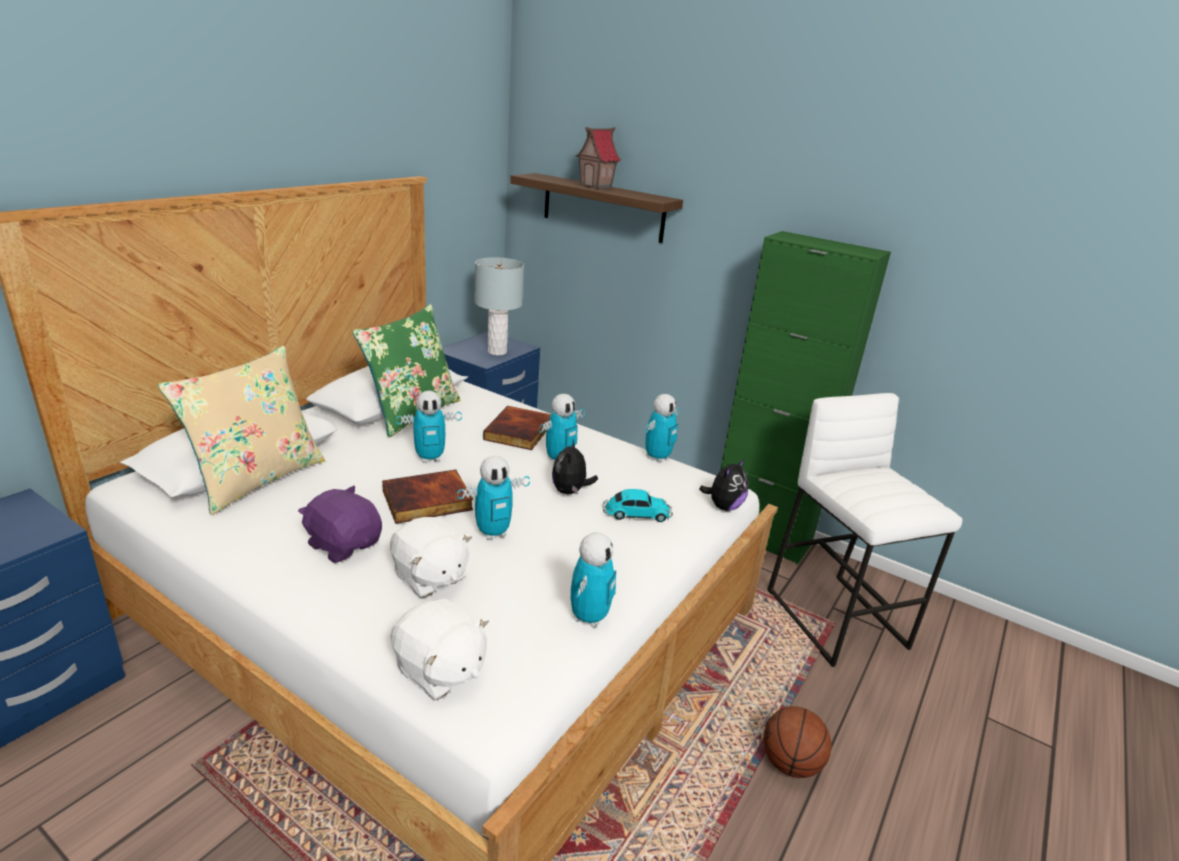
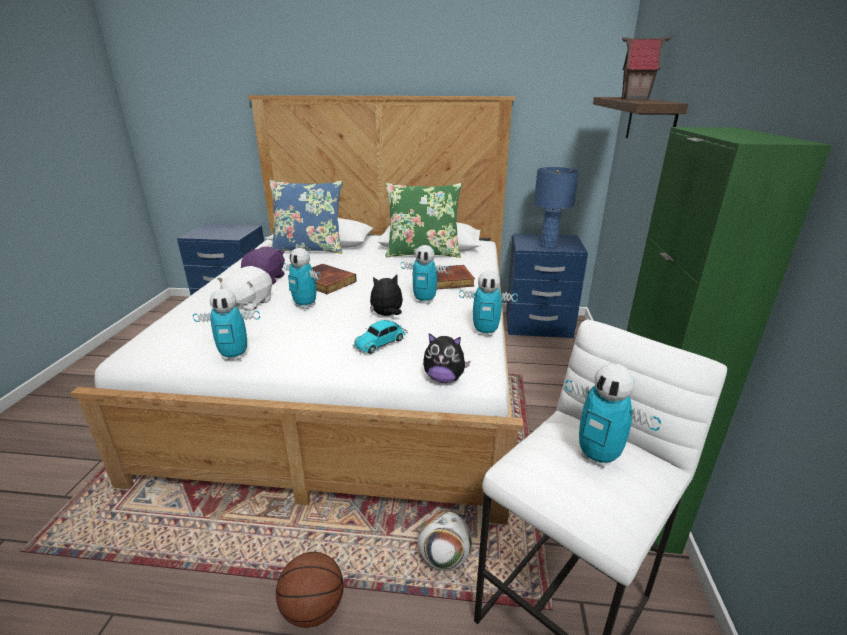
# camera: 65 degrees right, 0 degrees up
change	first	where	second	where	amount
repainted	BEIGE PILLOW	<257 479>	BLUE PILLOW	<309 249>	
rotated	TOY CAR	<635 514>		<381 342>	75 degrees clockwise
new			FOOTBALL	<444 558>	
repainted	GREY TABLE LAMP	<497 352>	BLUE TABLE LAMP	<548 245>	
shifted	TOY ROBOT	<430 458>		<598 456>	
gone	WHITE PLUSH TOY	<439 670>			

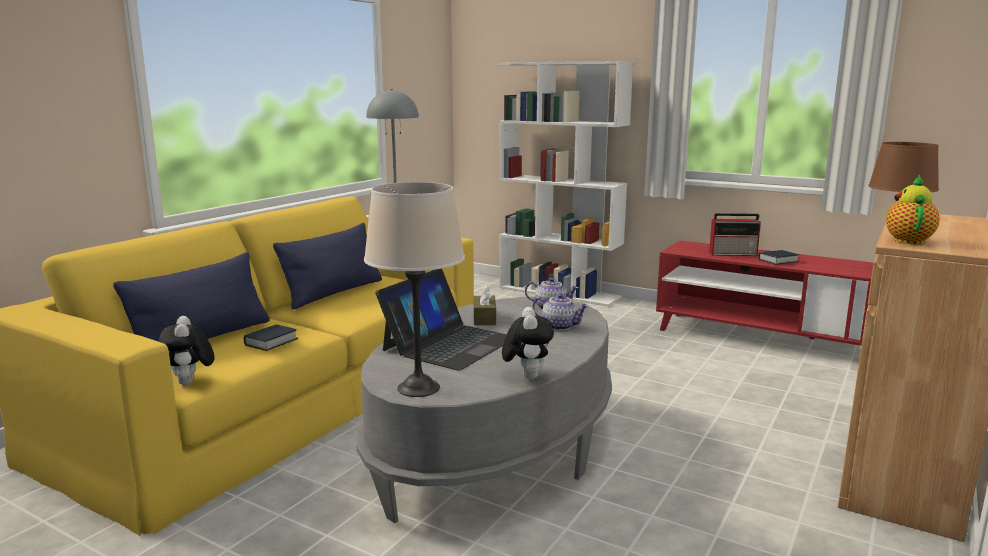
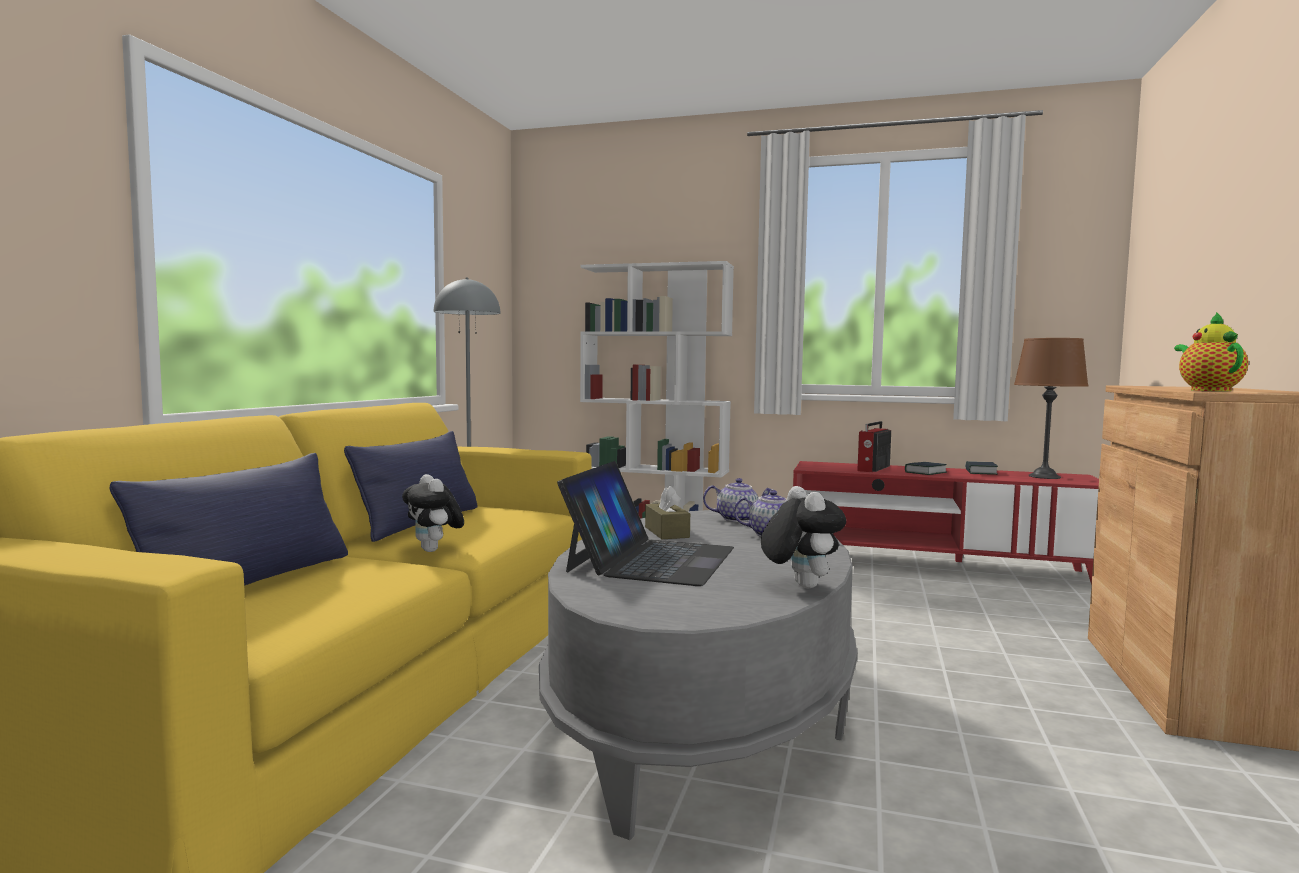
# camera: 15 degrees left, 10 degrees down
change	first	where	second	where	amount
shifted	PLUSH TOY	<190 383>		<434 550>	
rotated	RADIO	<734 254>		<872 469>	135 degrees clockwise
shifted	BOOK	<271 342>		<980 472>	
gone	BEIGE TABLE LAMP	<419 388>			

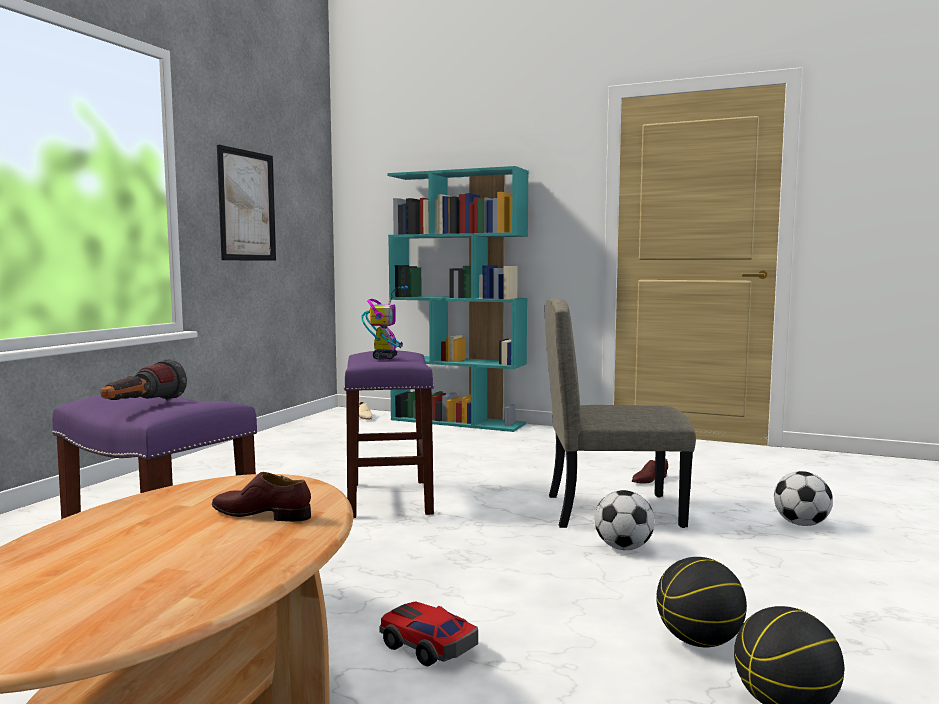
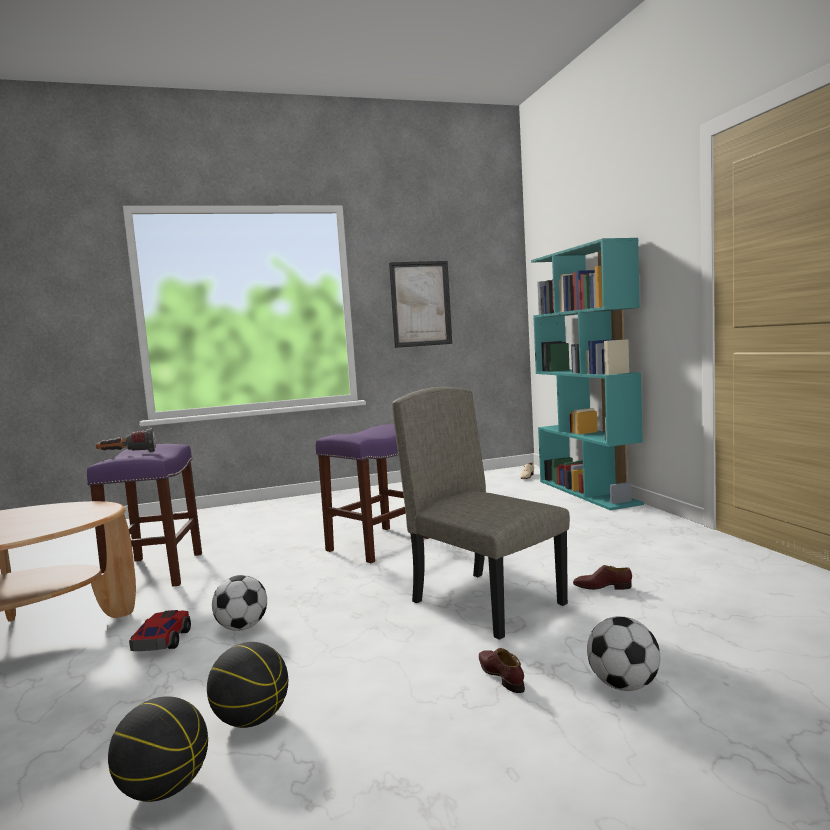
# camera: 50 degrees right, 0 degrees up
change	first	where	second	where	amount
shifted	FOOTBALL	<623 548>		<242 627>	
shifted	BROWN SHOE	<261 514>		<501 675>	
gone	TOY ROBOT	<385 358>			

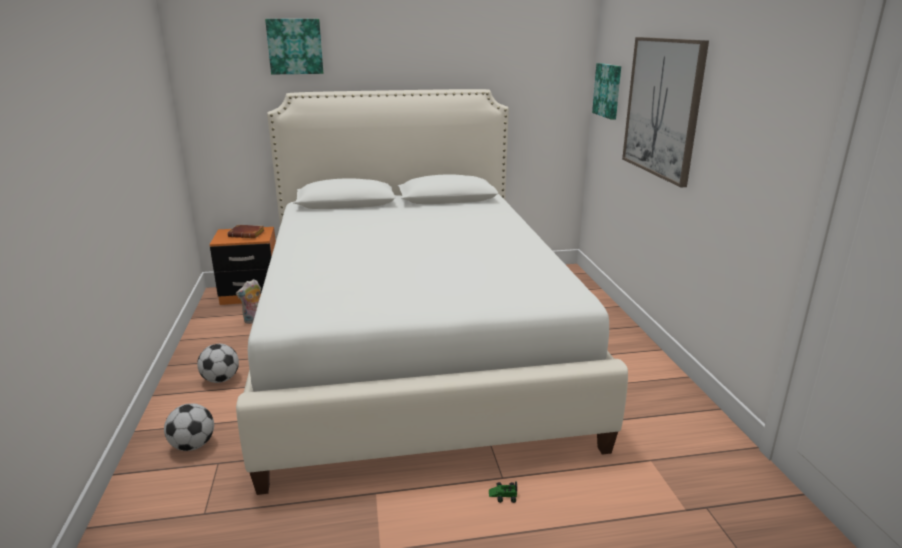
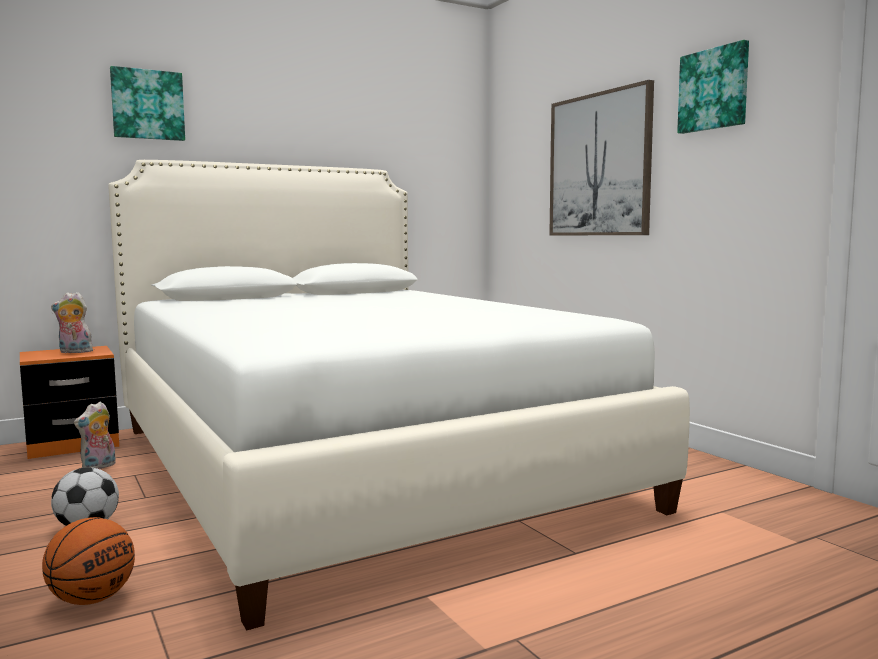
# camera: 20 degrees left, 15 degrees down
change	first	where	second	where	amount
swapped	FOOTBALL	<193 445>	BASKETBALL	<92 599>	
swapped	BROWN BOOK	<248 234>	PLUSH TOY	<74 352>	
shifted	PICTURE	<608 90>		<714 89>	
gone	TOY CAR	<502 494>			

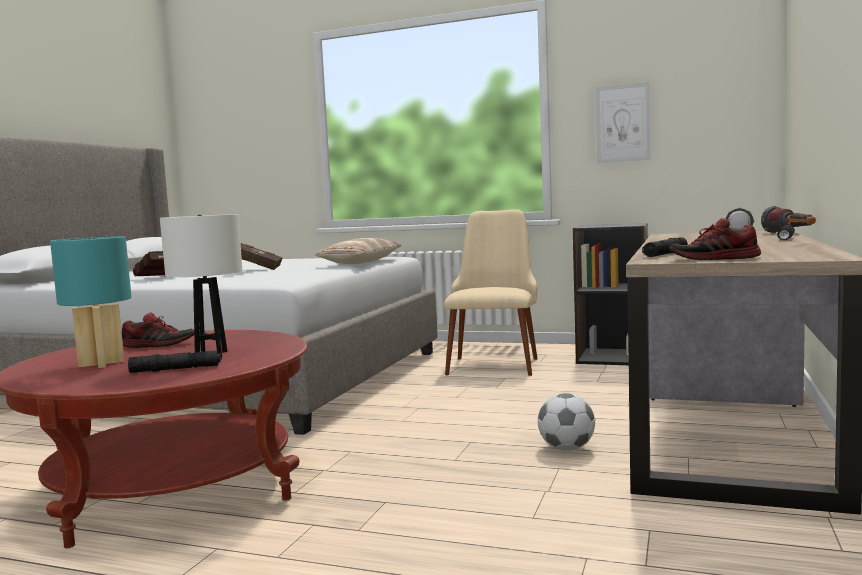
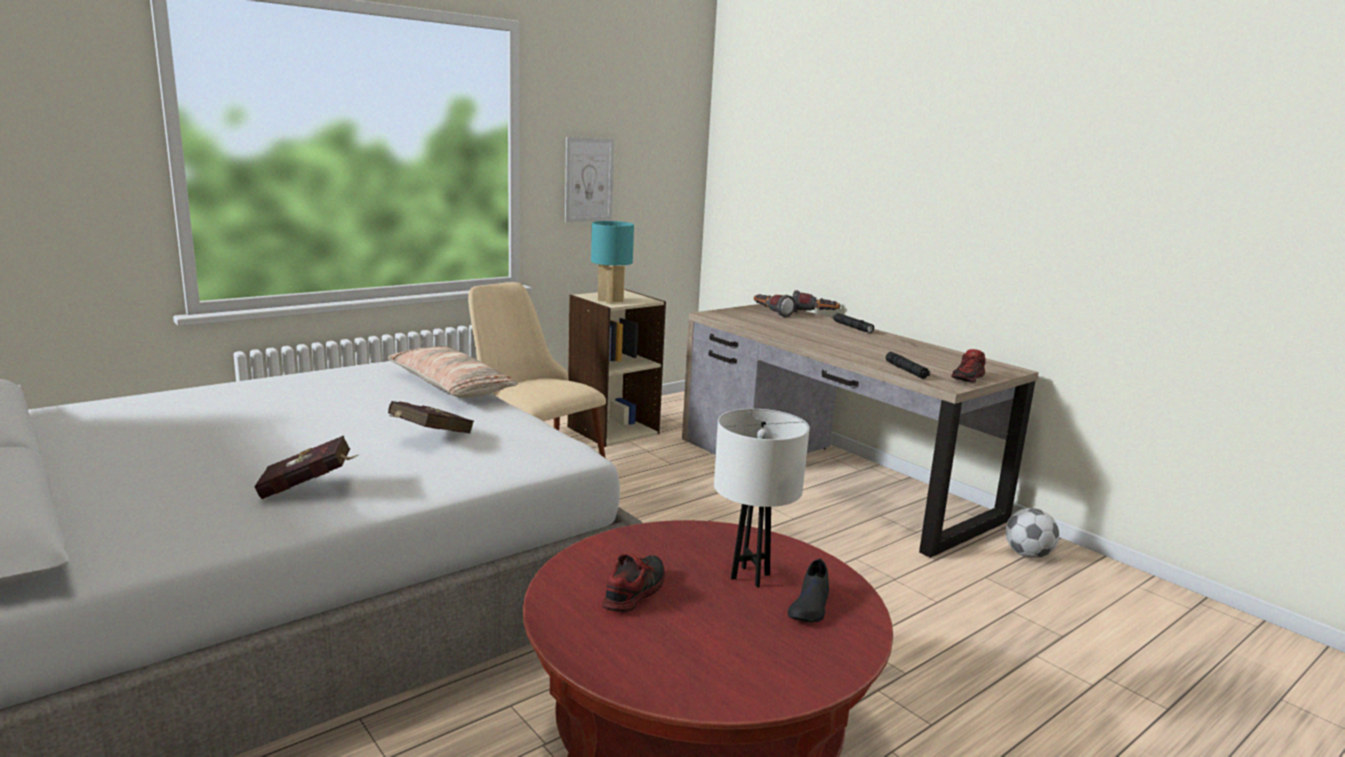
# camera: 60 degrees left, 10 degrees up
change	first	where	second	where	amount
repainted	BLACK BOOKCASE	<613 357>	BEIGE BOOKCASE	<612 430>	
shifted	TURQUOISE TABLE LAMP	<102 363>		<610 300>	
swapped	BLACK FLASHLIGHT	<176 369>	BLACK SHOE	<810 606>	
shifted	FOOTBALL	<566 449>		<1027 555>	

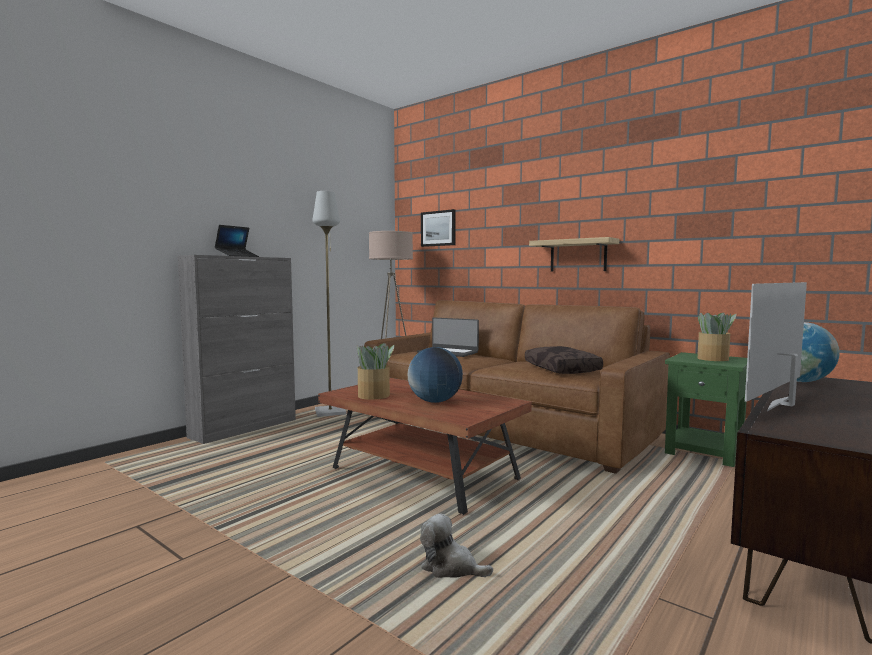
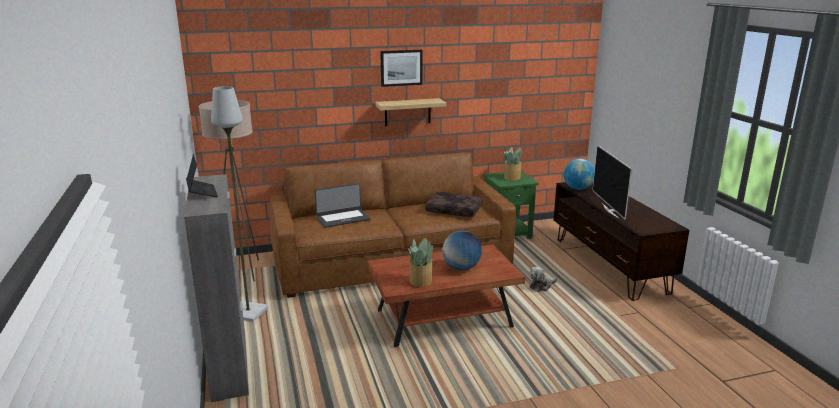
# camera: 55 degrees left, 15 degrees up
change	first	where	second	where	amount
shifted	PICTURE	<438 228>		<401 67>	
shifted	PLUSH TOY	<450 567>		<541 286>	

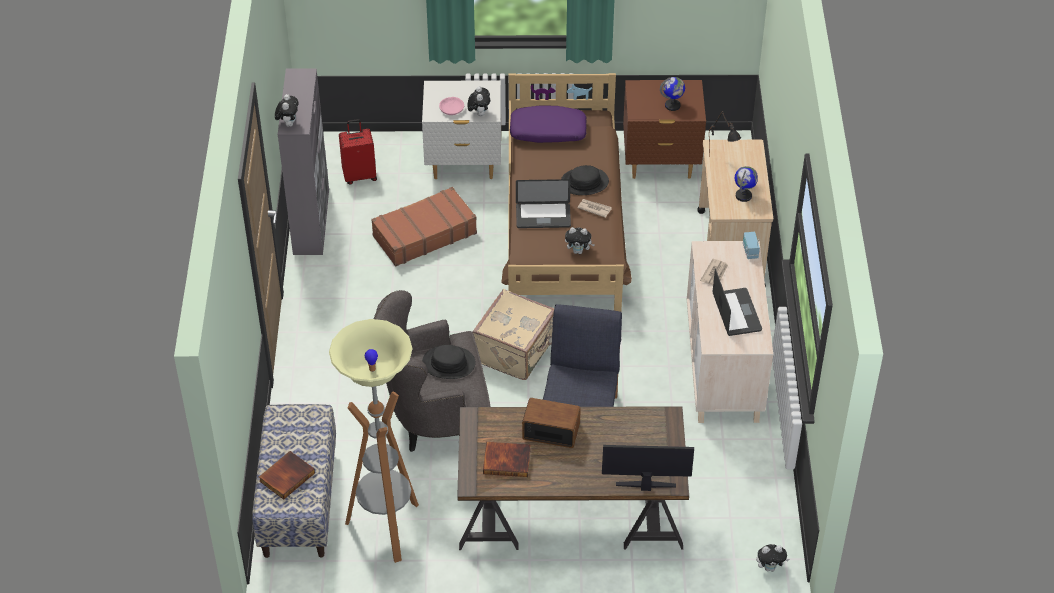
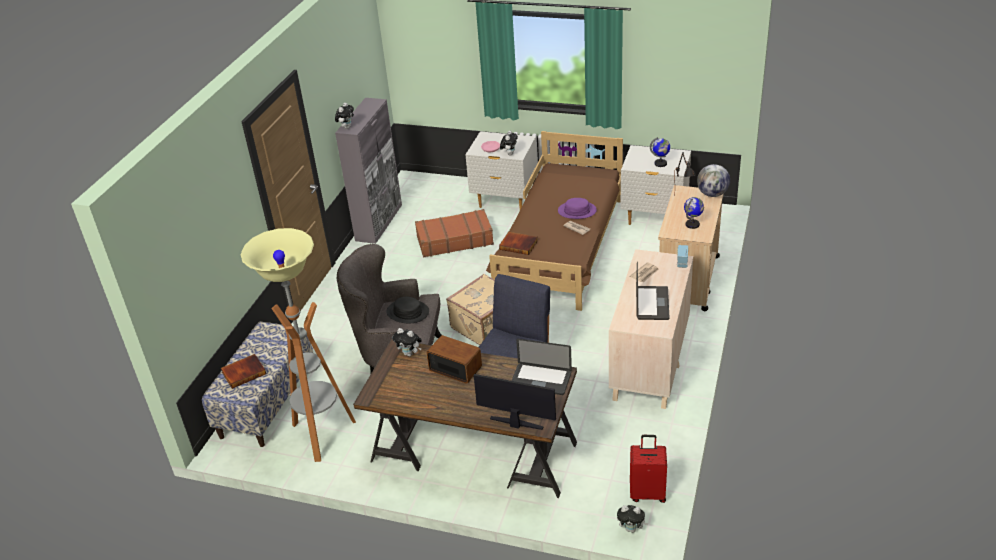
# camera: 20 degrees right, 10 degrees down
change	first	where	second	where	amount
shifted	PLUSH TOY	<578 251>		<410 354>	
shifted	BOOK	<507 460>		<519 245>	
shifted	LAPTOP	<543 216>		<540 380>	
repainted	BLACK HAT	<584 182>	PURPLE HAT	<577 211>	
repainted	BROWN NIGHTSTAND	<660 164>	WHITE NIGHTSTAND	<654 218>	
shifted	RED SUITCASE	<359 175>		<647 493>	
new			GLOBE	<712 194>	
gone	PURPLE PILLOW	<547 132>			

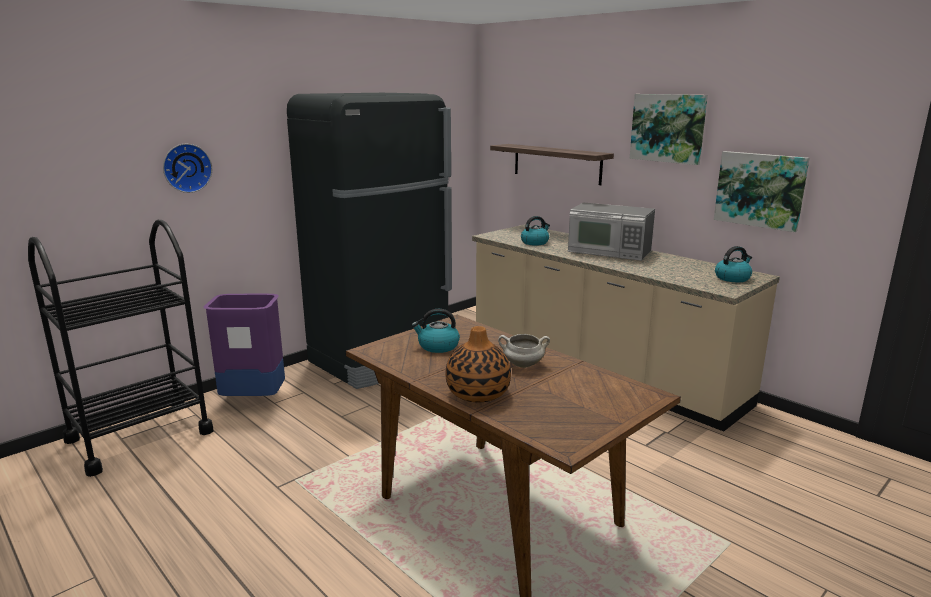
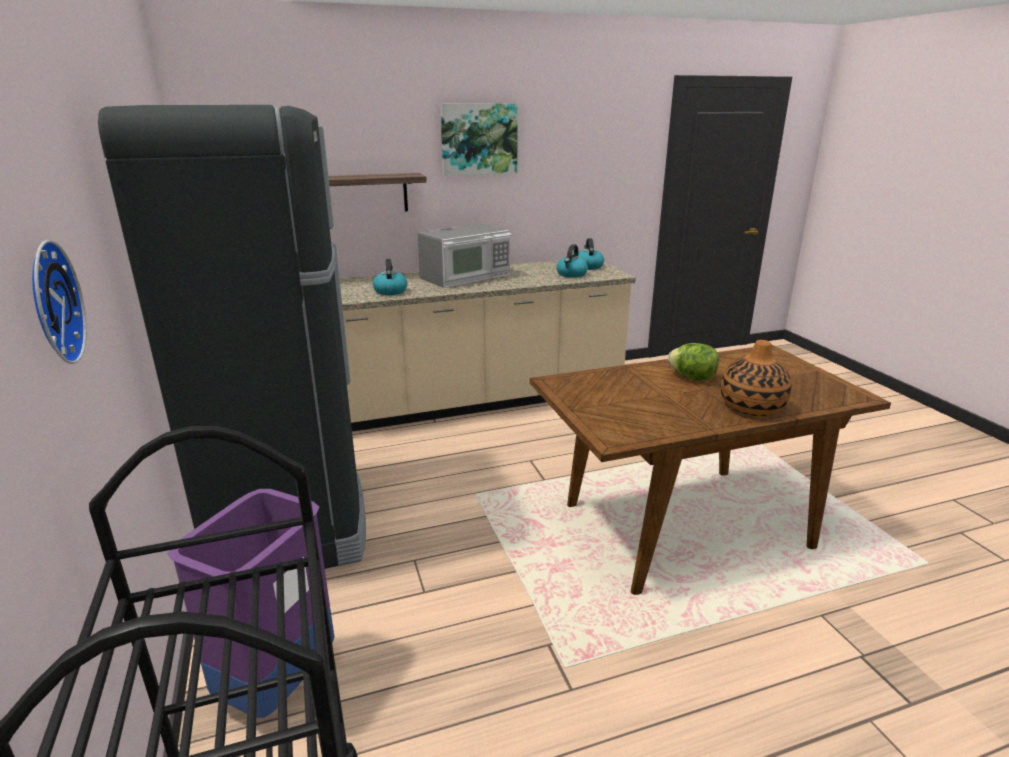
# camera: 65 degrees left, 5 degrees up
change	first	where	second	where	amount
shifted	KETTLE	<437 346>		<571 274>	
swapped	WHITE COOKING POT	<522 365>	LETTUCE	<692 377>	
gone	PICTURE	<760 190>			

